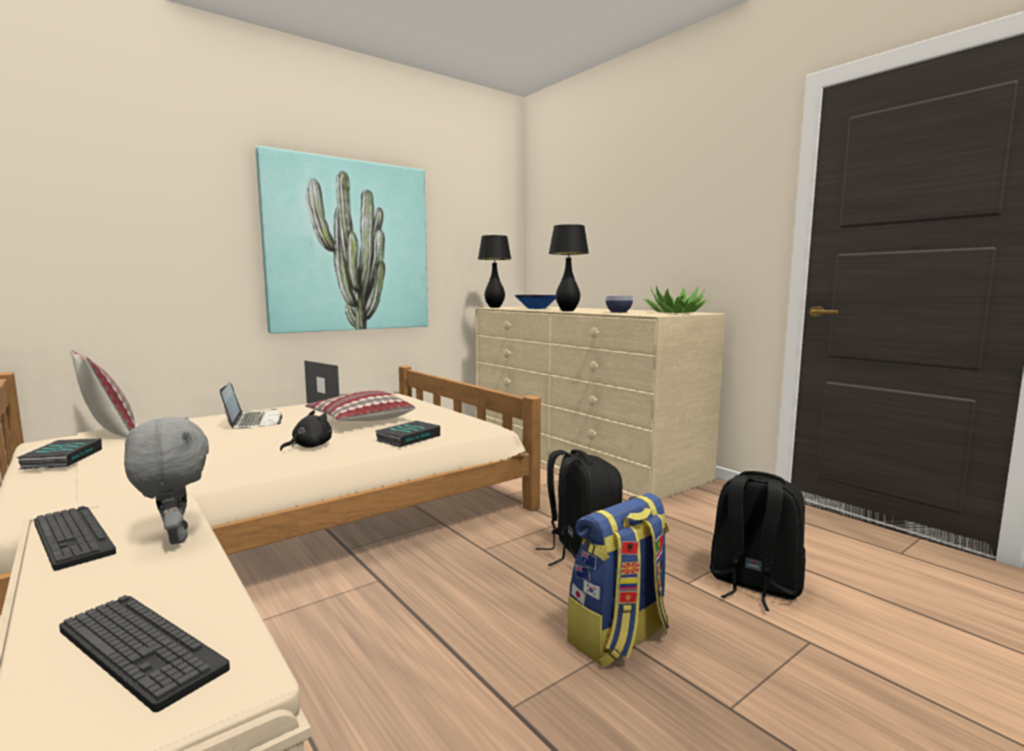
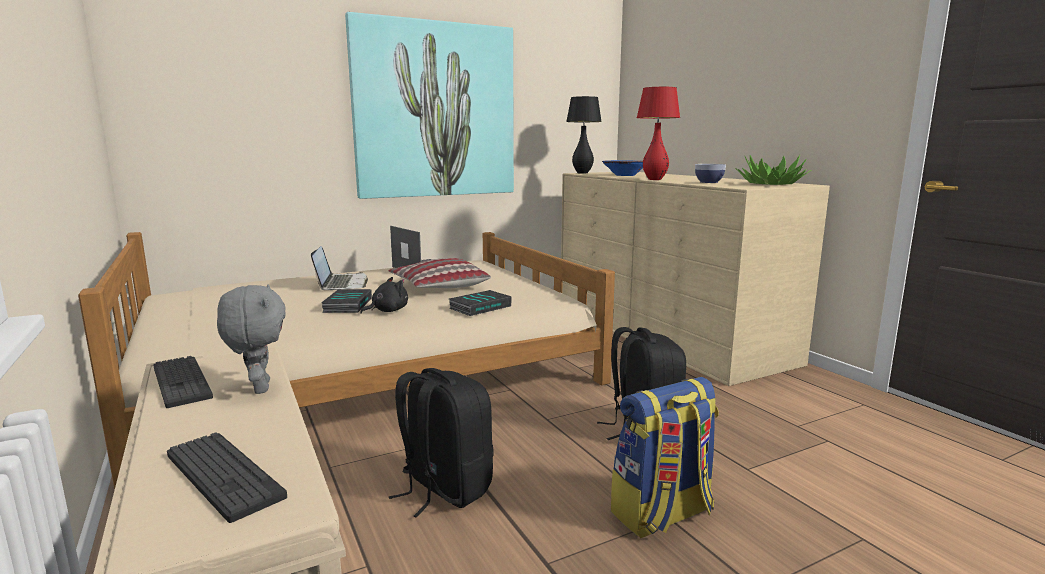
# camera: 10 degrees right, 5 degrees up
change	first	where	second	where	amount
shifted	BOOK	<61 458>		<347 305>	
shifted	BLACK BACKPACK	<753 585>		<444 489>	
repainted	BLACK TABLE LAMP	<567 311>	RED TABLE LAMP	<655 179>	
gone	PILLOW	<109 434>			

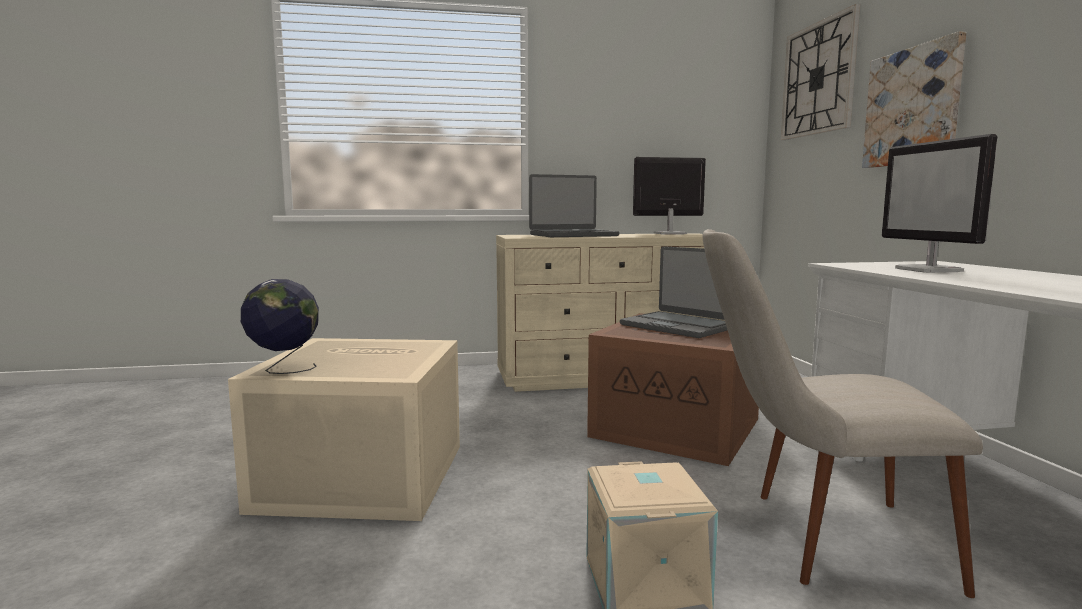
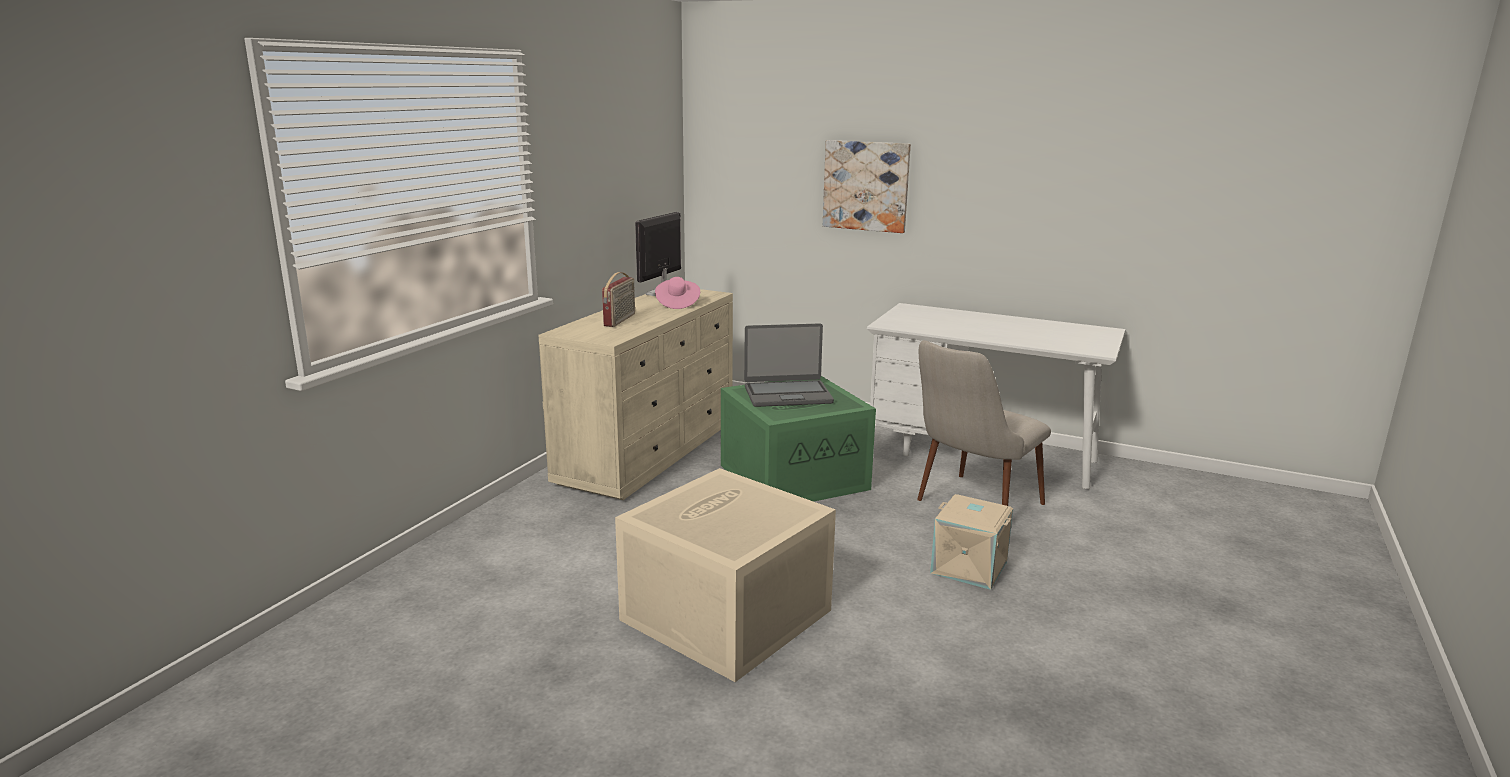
# camera: 55 degrees left, 10 degrees up
change	first	where	second	where	amount
swapped	LAPTOP	<572 235>	RADIO	<620 320>	
new			PINK HAT	<677 304>	
repainted	BROWN STORAGE BOX	<678 427>	GREEN STORAGE BOX	<794 476>	
gone	GLOBE	<284 369>			
gone	WALL CLOCK	<818 79>			
gone	MONITOR	<929 270>			

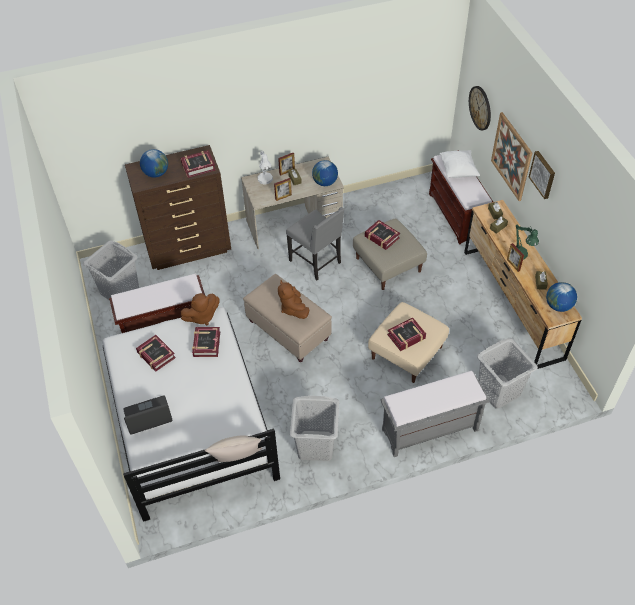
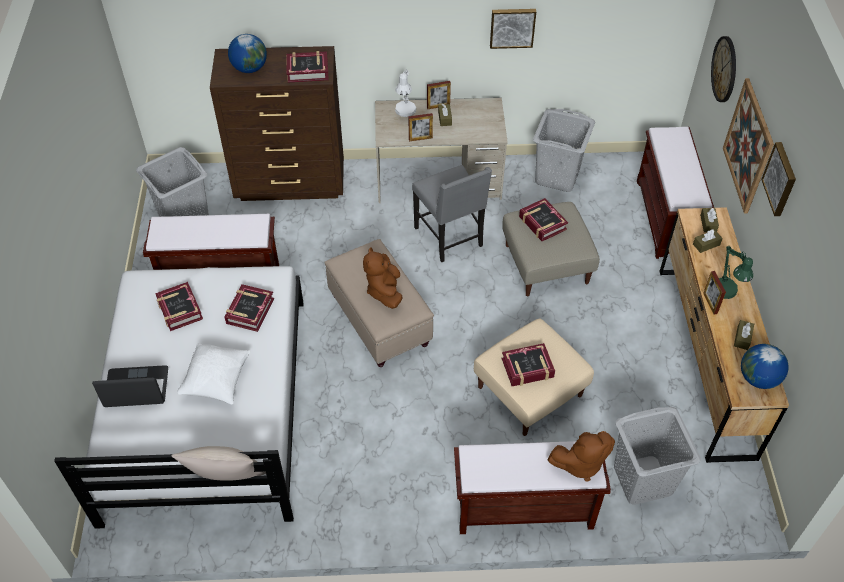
# camera: 15 degrees right, 0 degrees up
change	first	where	second	where	amount
shifted	WHITE PILLOW	<458 171>		<216 382>	
repainted	GREY BENCH	<429 430>	BROWN BENCH	<522 510>	
new			PICTURE	<512 27>	
shifted	GREY LAUNDRY BASKET	<316 445>		<557 176>	
shifted	BROWN PLUSH TOY	<202 317>		<580 463>	
gone	GLOBE	<325 182>			

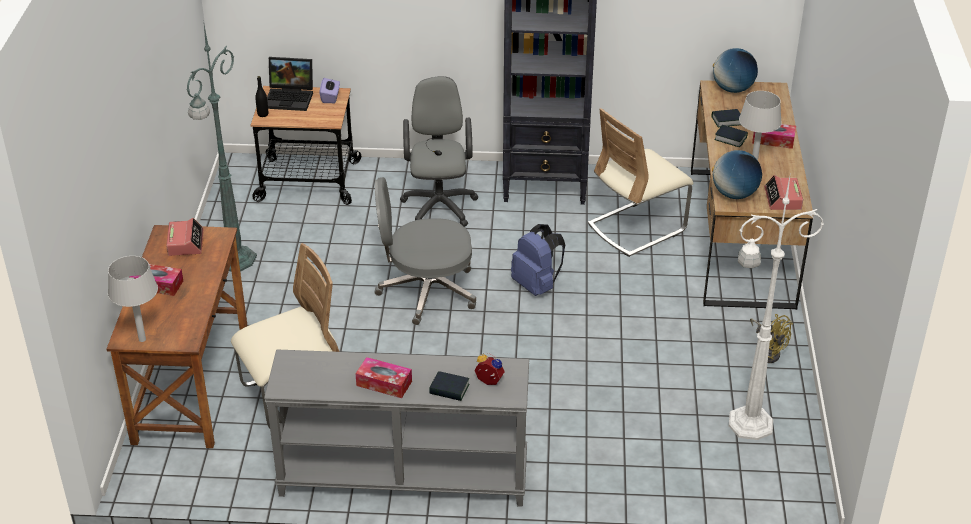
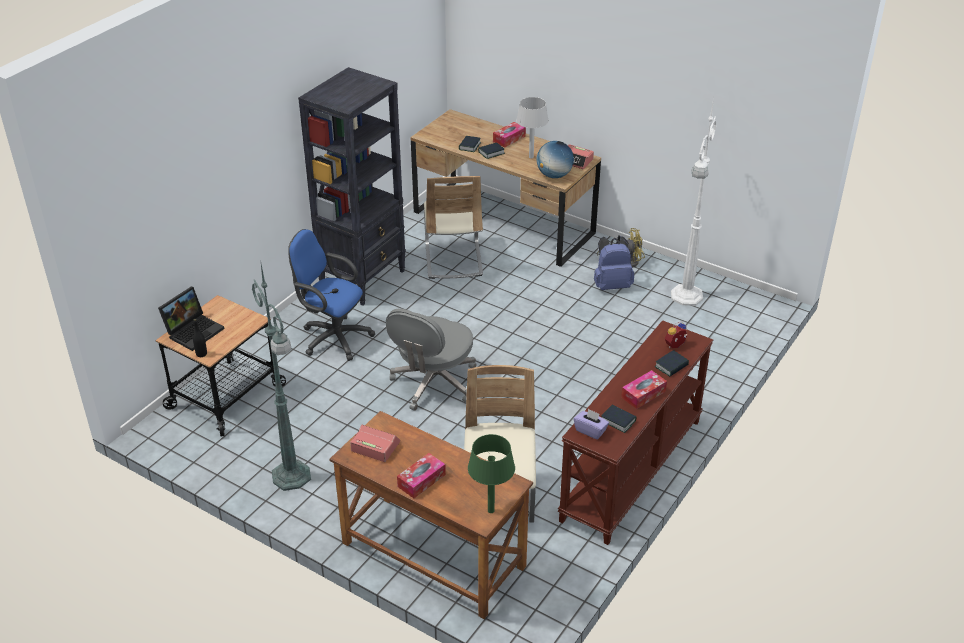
# camera: 60 degrees left, 0 degrees up
change	first	where	second	where	amount
repainted	GREY OFFICE CHAIR	<439 204>	BLUE OFFICE CHAIR	<333 337>	
repainted	GREY TABLE LAMP	<142 339>	GREEN TABLE LAMP	<491 510>	
repainted	GREY CONSOLE TABLE	<402 478>	BROWN CONSOLE TABLE	<632 470>	
shifted	PURPLE TISSUE BOX	<330 97>		<590 430>	
shifted	BLUE BACKPACK	<537 285>		<611 285>	
new			BOOK	<618 421>	
gone	GLOBE	<732 89>			

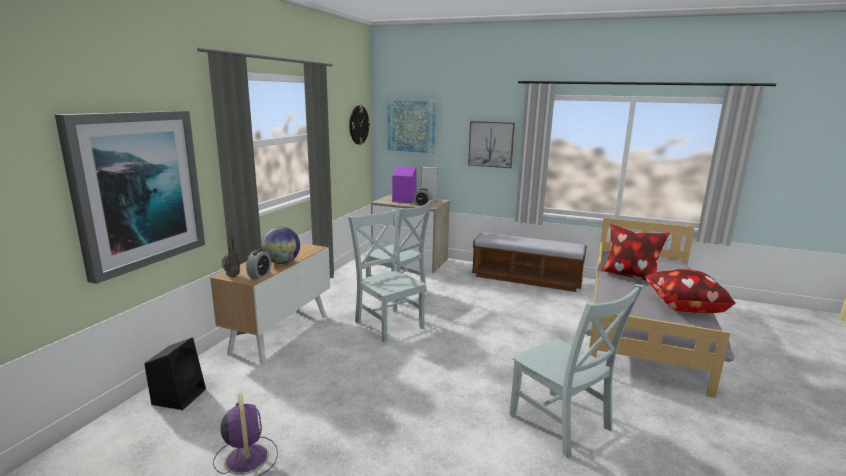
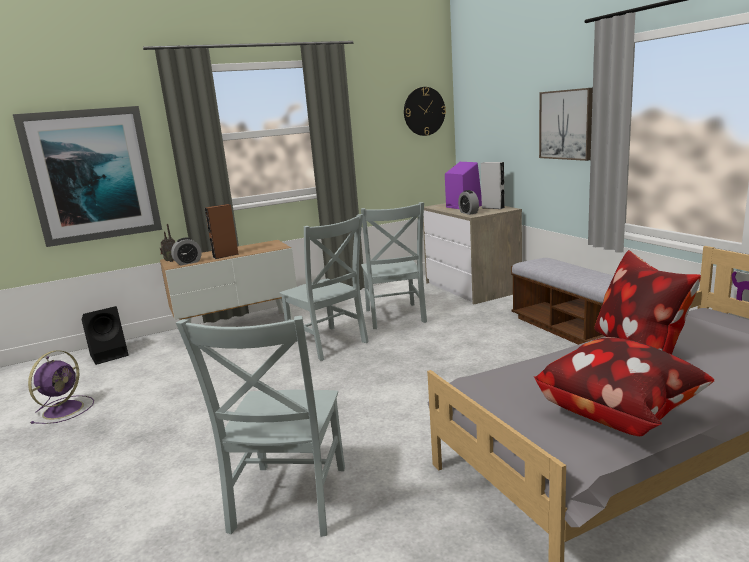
# camera: 45 degrees right, 0 degrees up
change	first	where	second	where	amount
swapped	GLOBE	<282 262>	BROWN SPEAKER	<225 255>	
rotated	GREY CHAIR	<388 323>		<329 344>	135 degrees clockwise
gone	PICTURE	<411 126>			

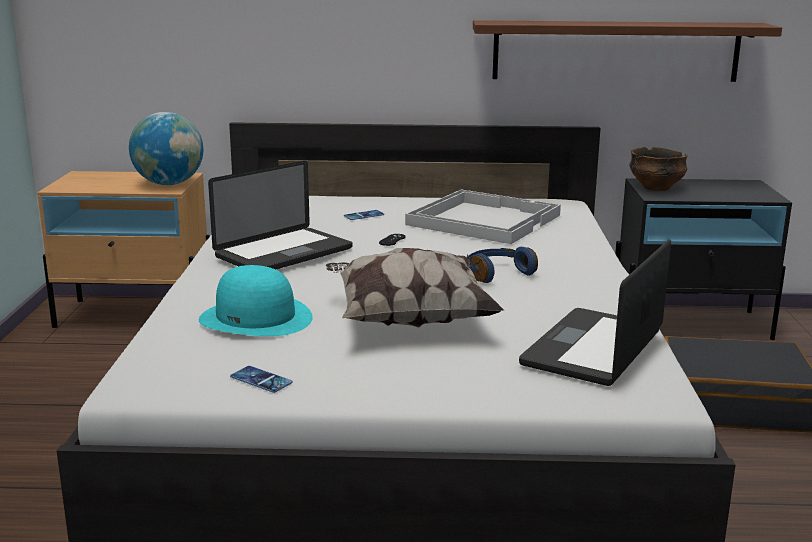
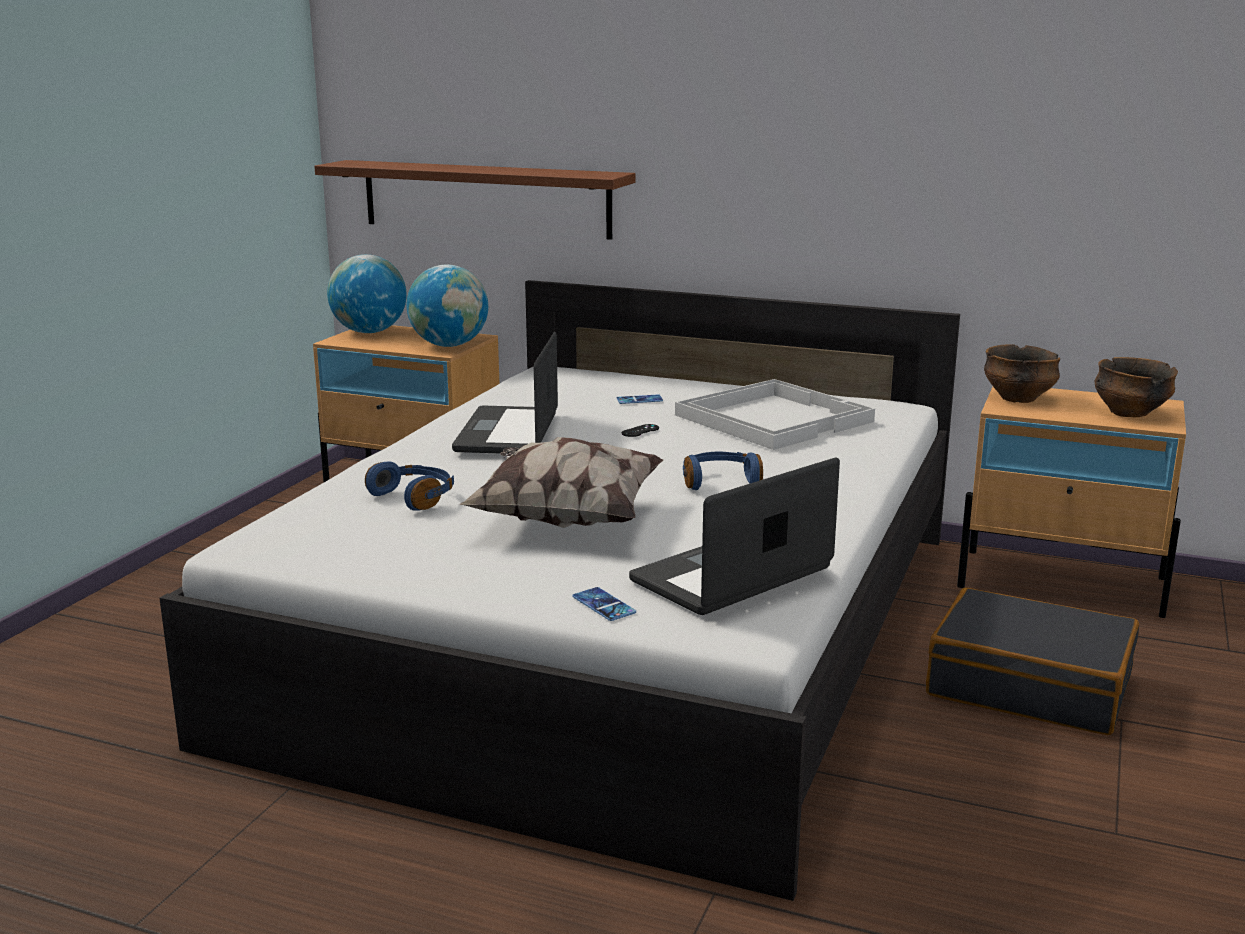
# camera: 20 degrees right, 0 degrees up
change	first	where	second	where	amount
shifted	SHELF	<615 51>		<485 198>	
new			GLOBE	<369 332>	
swapped	TURQUOISE HAT	<256 318>	BLUE HEADPHONES	<414 497>	
rotated	LAPTOP	<284 253>		<507 433>	120 degrees clockwise
shifted	PHONE	<261 380>		<603 605>	
repainted	BLACK NIGHTSTAND	<690 324>	BEIGE NIGHTSTAND	<1063 583>	
new			BOWL	<1129 413>	

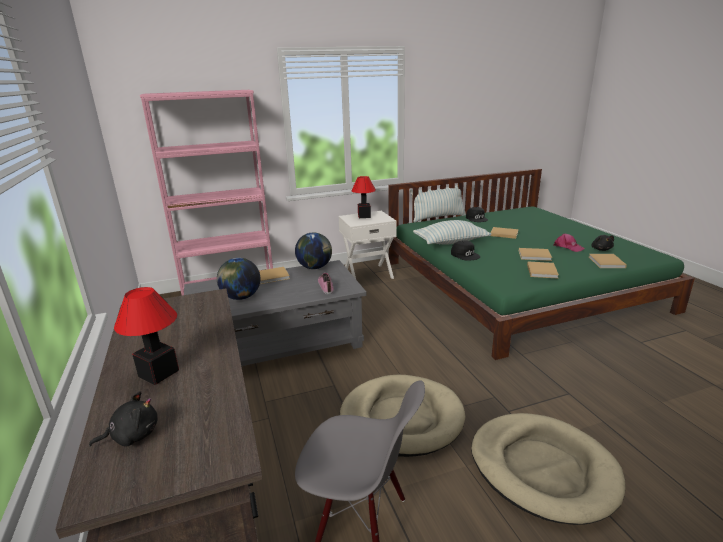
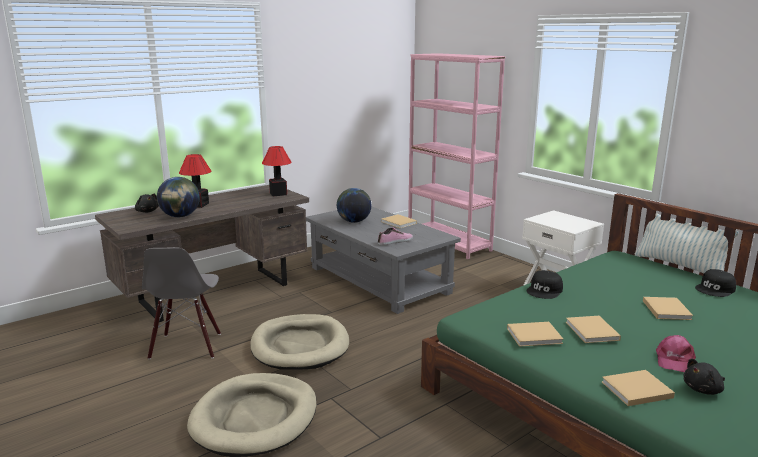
# camera: 70 degrees right, 5 degrees down
change	first	where	second	where	amount
shifted	GLOBE	<315 267>		<180 216>	
shifted	TABLE LAMP	<364 216>		<278 194>	
gone	PILLOW	<450 242>			

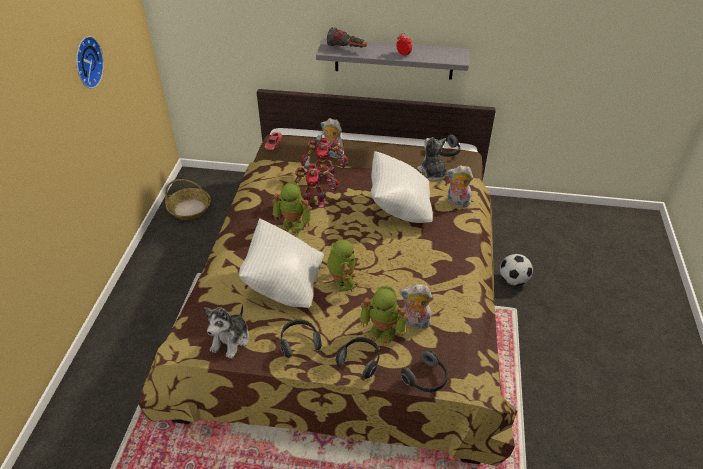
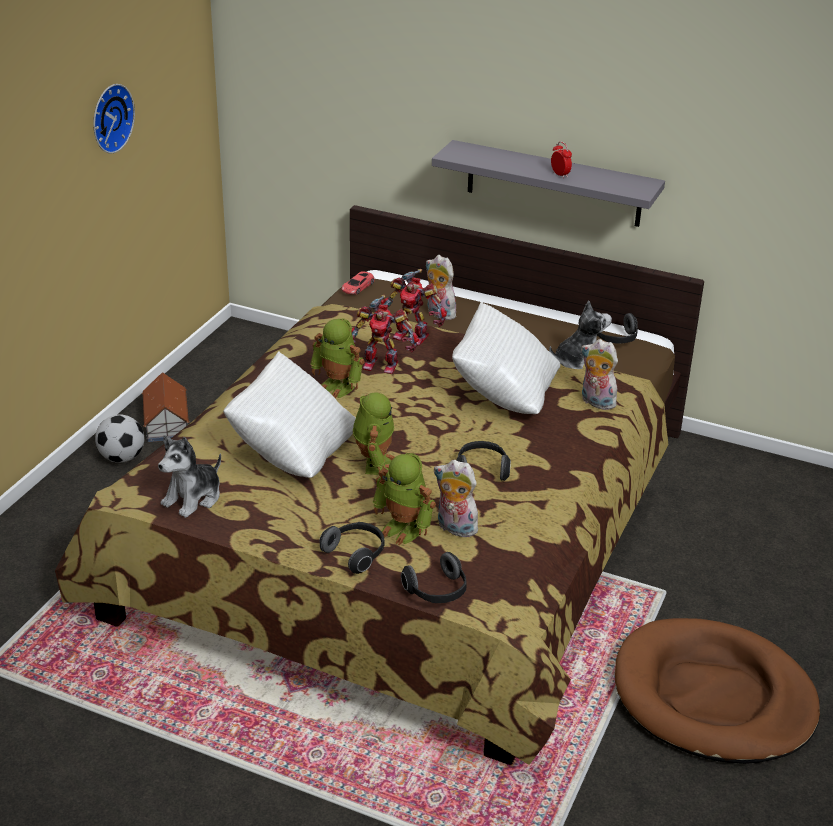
# camera: 15 degrees right, 10 degrees down
change	first	where	second	where	amount
shifted	FOOTBALL	<513 280>		<122 458>	
new			TOY HOUSE	<166 423>	
shifted	HEADPHONES	<299 342>		<481 470>	
rotated	PLUSH TOY	<432 174>		<578 363>	75 degrees clockwise
new			BROWN DOG BED	<713 697>	
gone	BASKET	<190 208>			
gone	FLASHLIGHT	<347 49>			

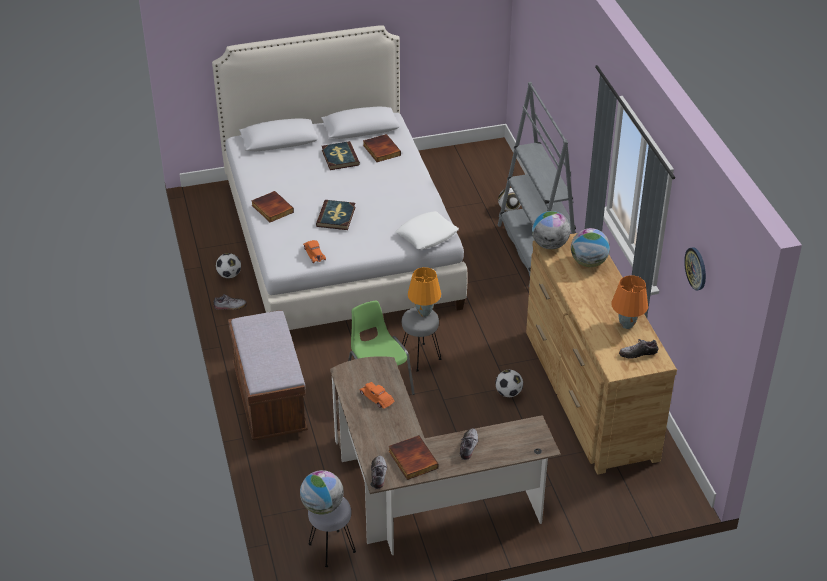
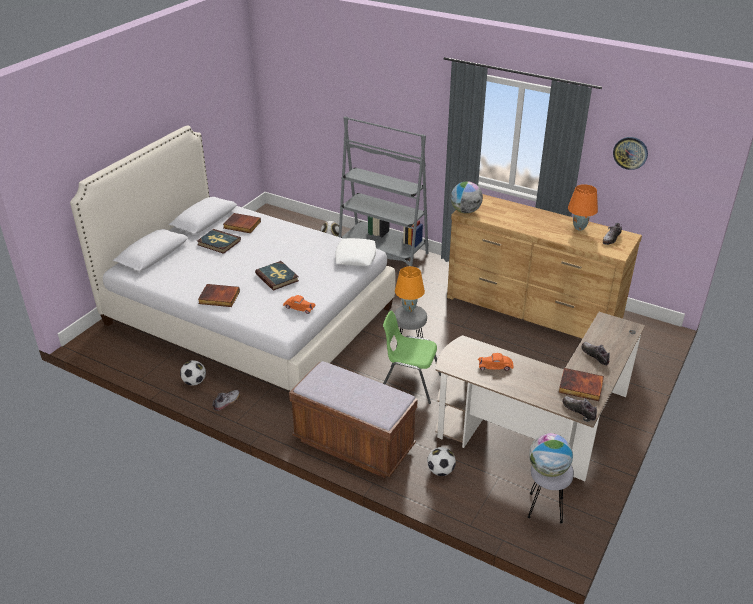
# camera: 45 degrees left, 5 degrees down
change	first	where	second	where	amount
shifted	FOOTBALL	<508 393>		<440 471>	
gone	GLOBE	<588 262>			

